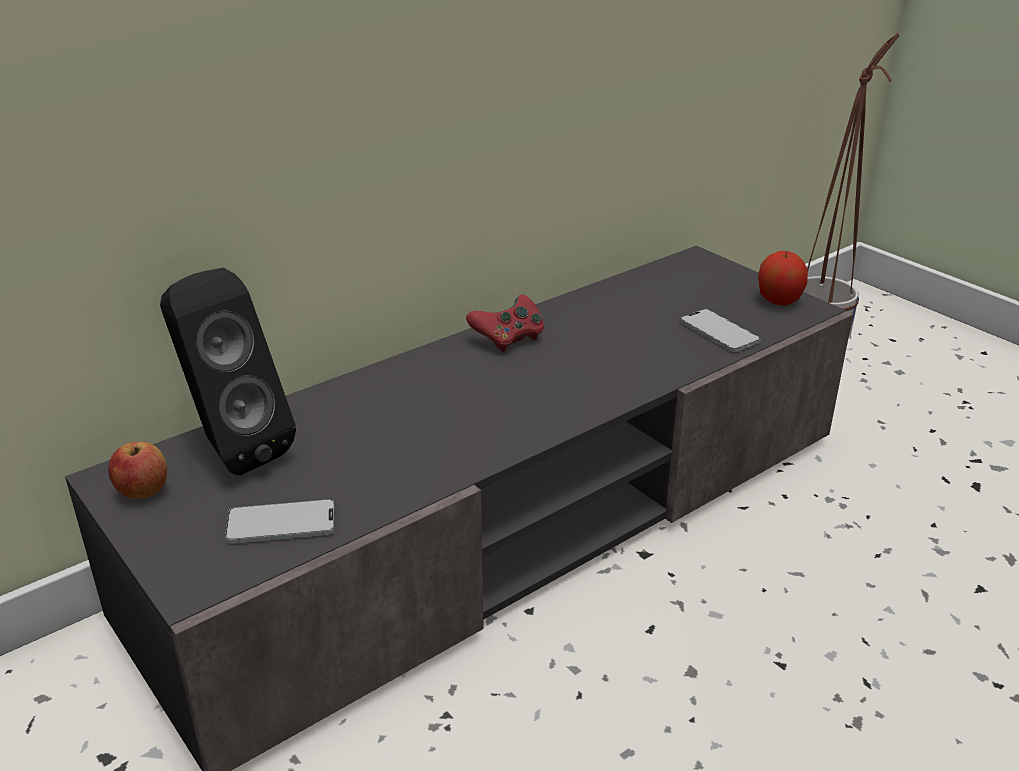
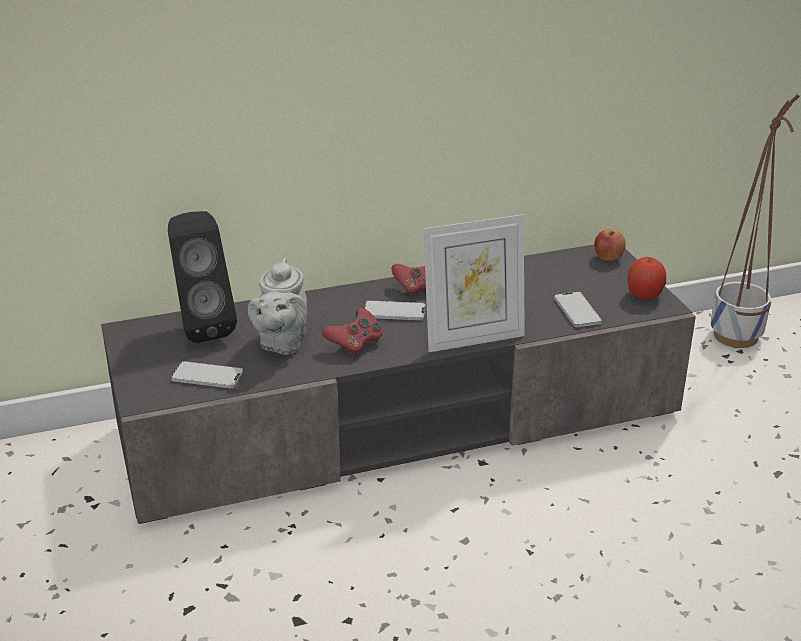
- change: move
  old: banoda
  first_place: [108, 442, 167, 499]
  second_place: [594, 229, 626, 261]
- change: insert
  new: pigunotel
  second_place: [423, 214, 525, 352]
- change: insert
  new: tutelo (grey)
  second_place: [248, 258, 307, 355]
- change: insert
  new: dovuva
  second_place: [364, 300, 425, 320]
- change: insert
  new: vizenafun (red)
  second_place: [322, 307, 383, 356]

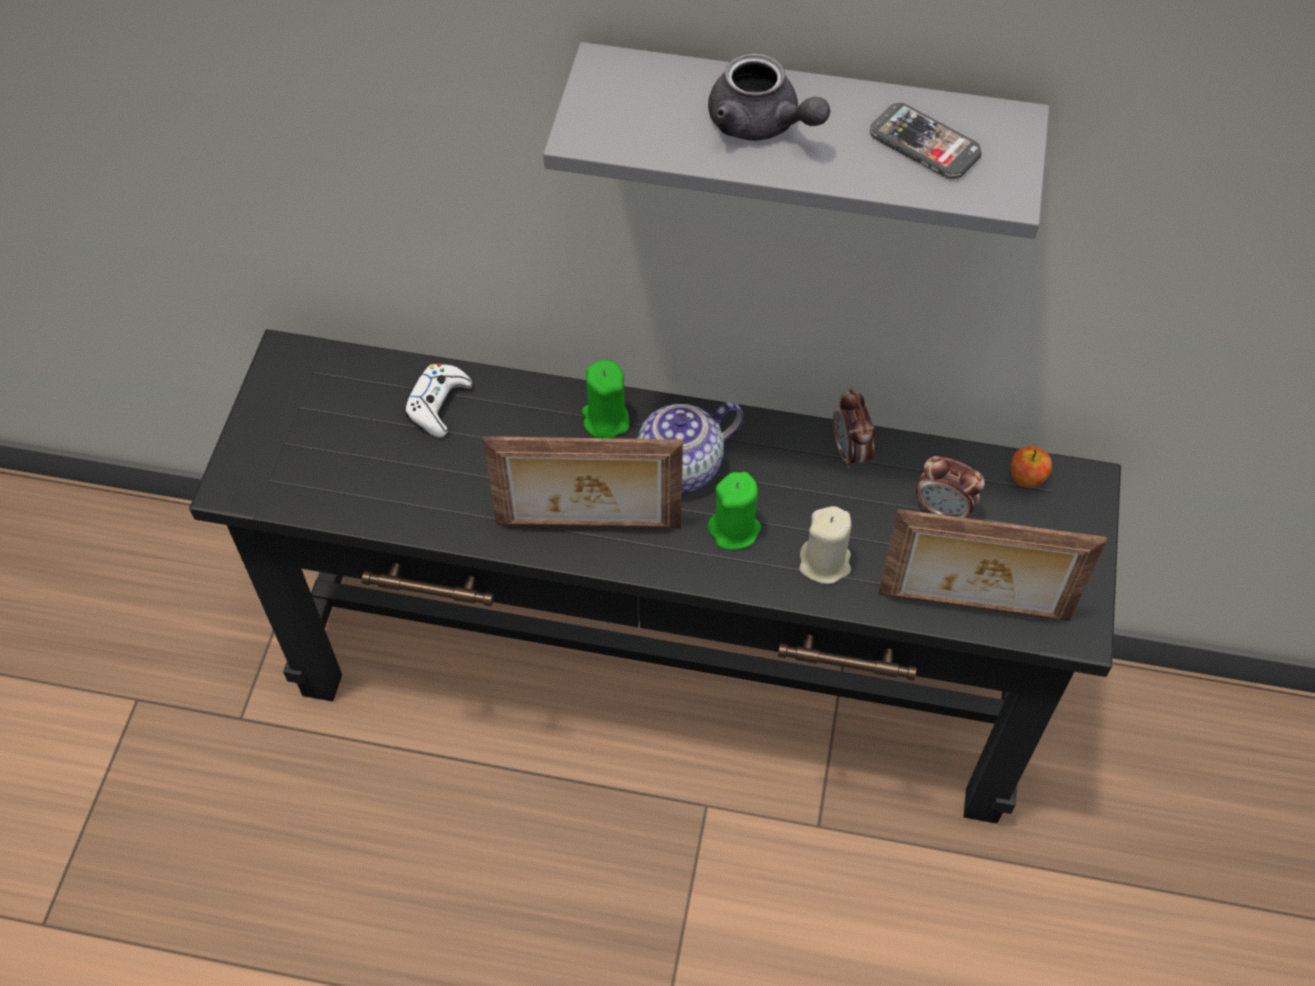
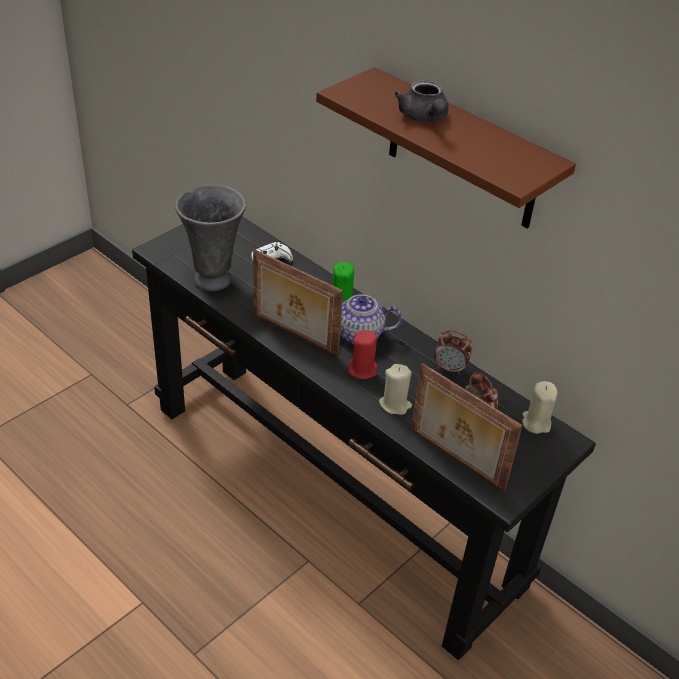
- change: recolor
  old: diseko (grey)
  new: diseko (brown)
  first_place: [543, 42, 1049, 239]
  second_place: [316, 67, 576, 229]
- change: delete
  old: dovuva
  first_place: [870, 103, 982, 179]
- change: rotate
  old: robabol
  first_place: [833, 389, 875, 468]
  second_place: [434, 330, 473, 375]
  degrees: -90
- change: replace
  old: banoda
  new: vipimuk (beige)
  first_place: [1011, 446, 1052, 488]
  second_place: [522, 381, 558, 434]
- change: recolor
  old: vipimuk (green)
  new: vipimuk (red)
  first_place: [708, 472, 761, 550]
  second_place: [348, 330, 378, 379]
- change: insert
  new: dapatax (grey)
  second_place: [175, 184, 246, 291]

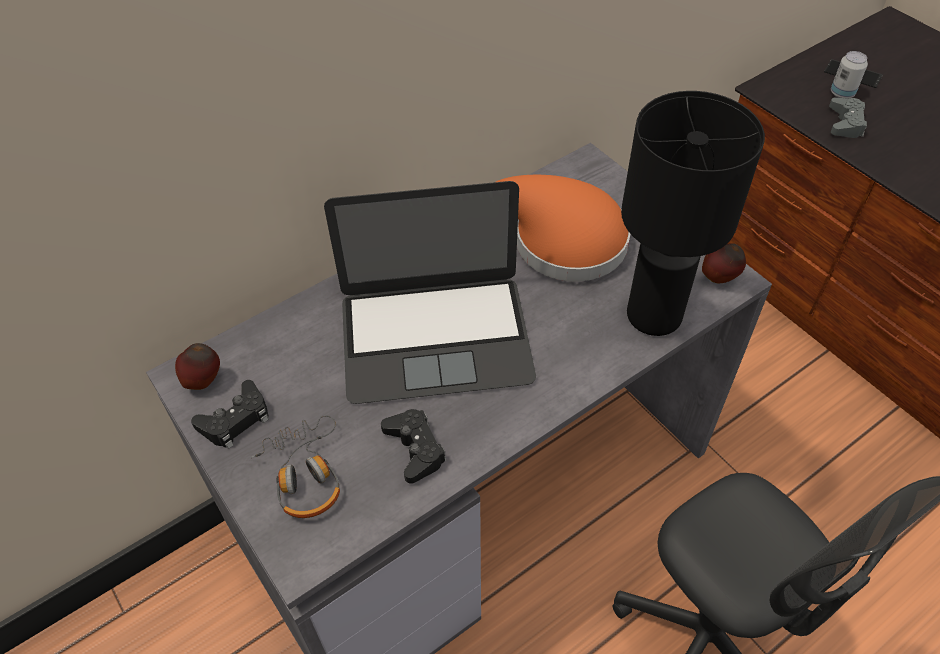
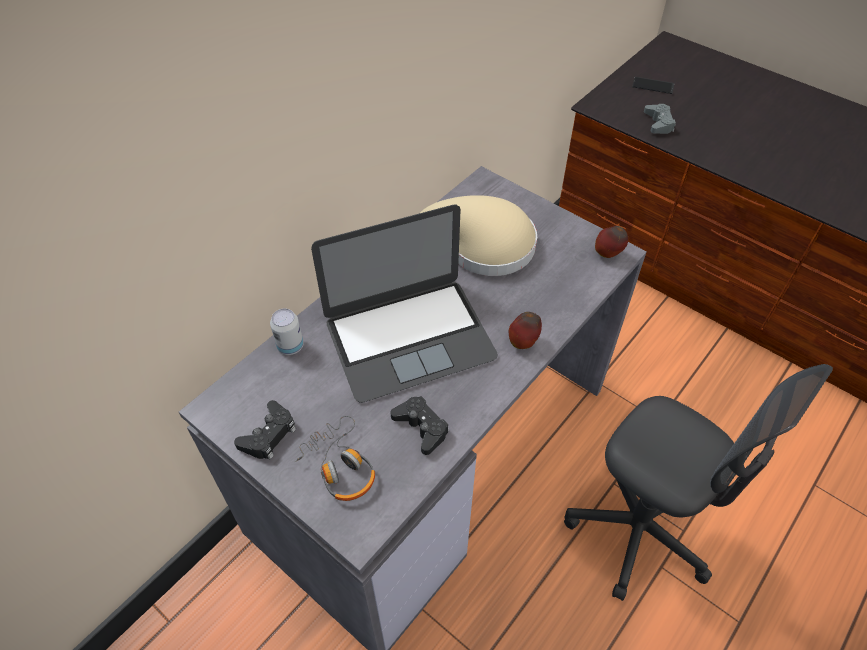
- change: move
  old: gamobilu
  first_place: [831, 51, 868, 99]
  second_place: [270, 309, 304, 355]
- change: delete
  old: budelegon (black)
  first_place: [621, 91, 765, 336]
- change: recolor
  old: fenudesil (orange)
  new: fenudesil (beige)
  first_place: [496, 175, 630, 282]
  second_place: [420, 195, 537, 276]
- change: move
  old: banoda
  first_place: [175, 343, 220, 390]
  second_place: [509, 312, 542, 349]

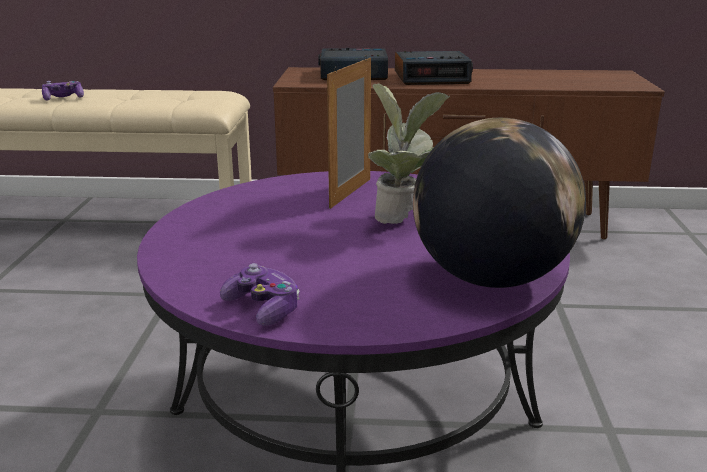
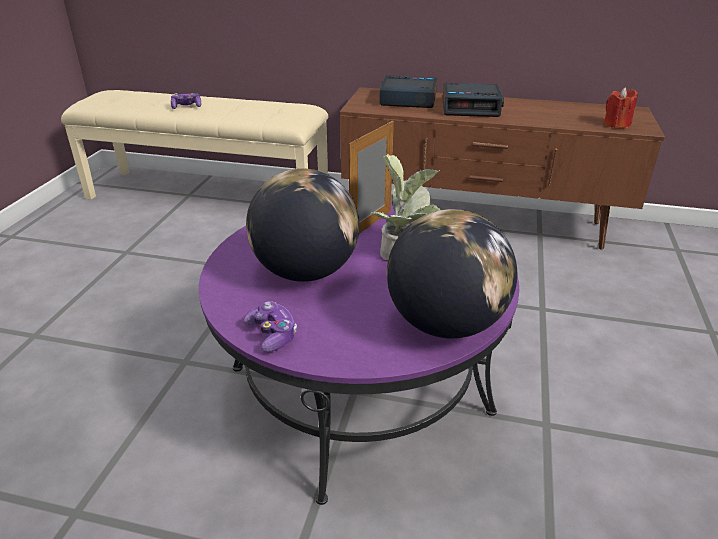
- change: insert
  new: vipimuk (red)
  second_place: [604, 87, 638, 128]
- change: insert
  new: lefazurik
  second_place: [246, 168, 359, 282]

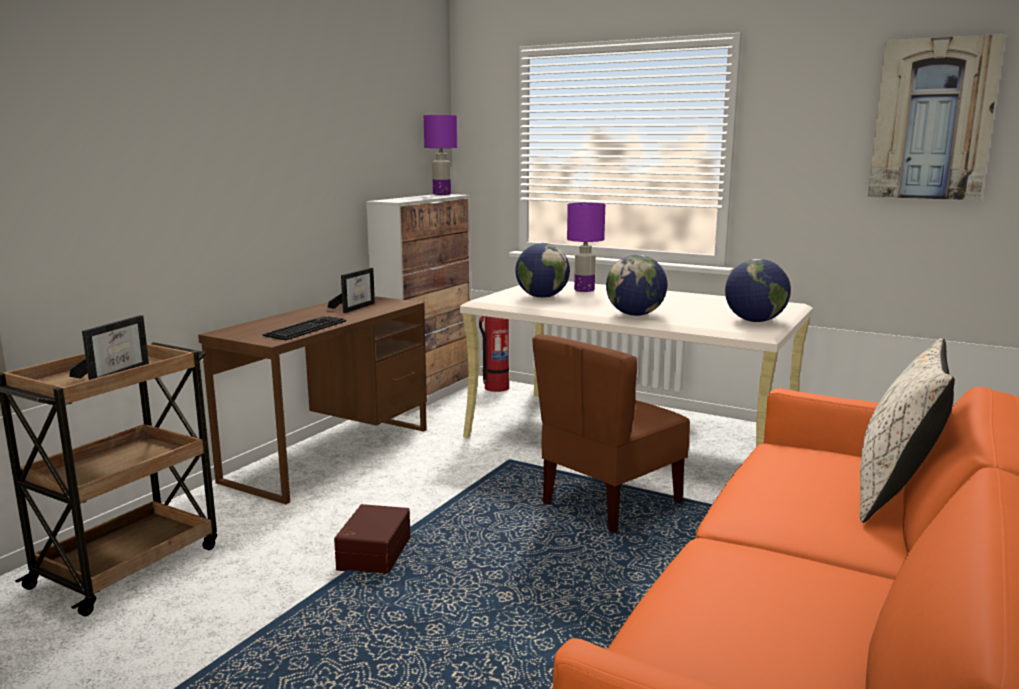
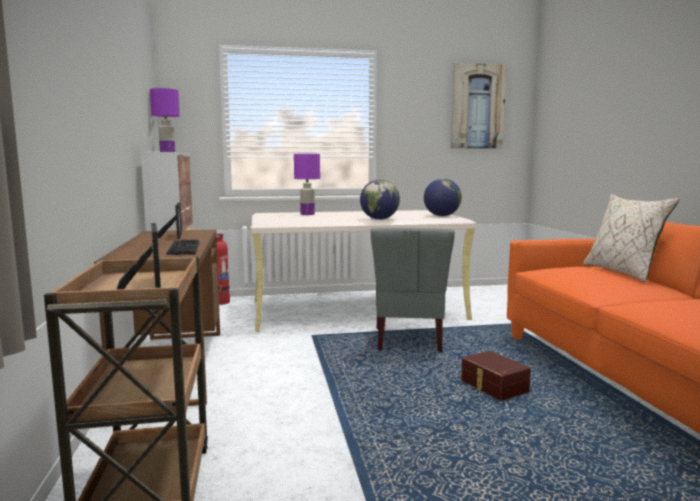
- change: delete
  old: lefazurik
  first_place: [515, 243, 570, 298]
- change: recolor
  old: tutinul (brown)
  new: tutinul (grey)
  first_place: [532, 334, 690, 533]
  second_place: [371, 228, 455, 352]
- change: move
  old: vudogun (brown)
  first_place: [334, 504, 410, 574]
  second_place: [461, 351, 531, 401]

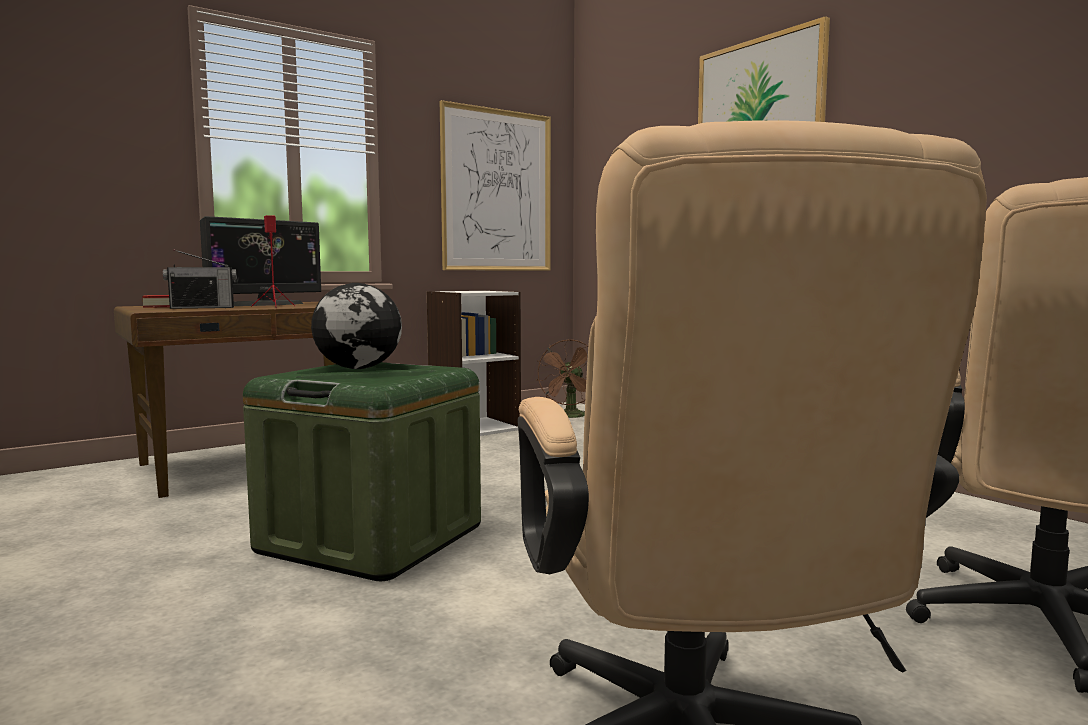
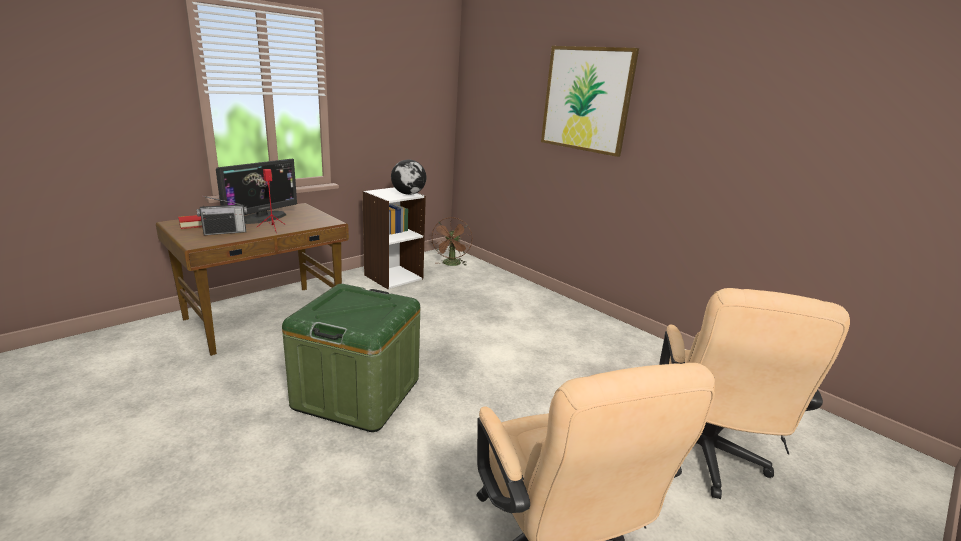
- change: delete
  old: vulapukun
  first_place: [440, 100, 551, 270]
- change: move
  old: lefazurik
  first_place: [311, 283, 402, 369]
  second_place: [391, 160, 427, 195]

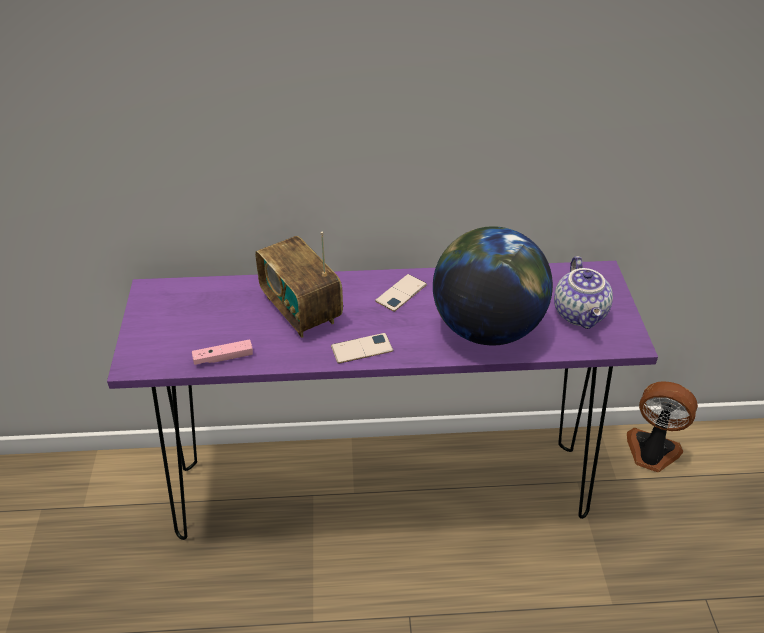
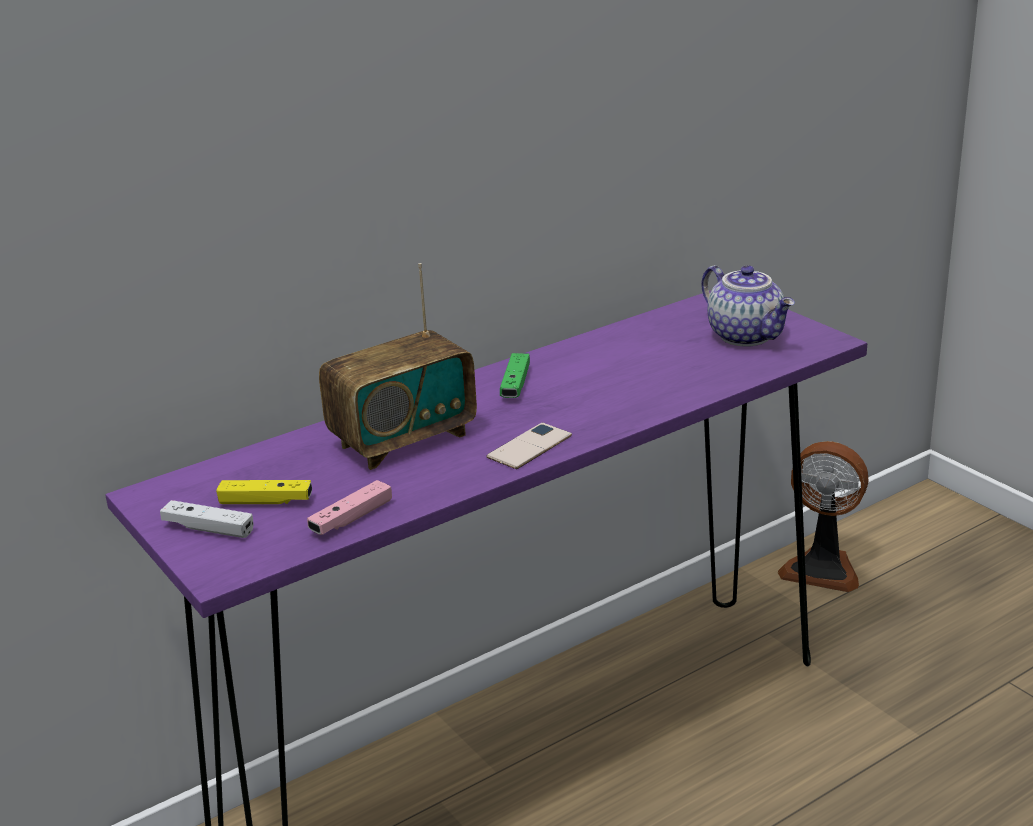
- change: delete
  old: lefazurik
  first_place: [433, 226, 553, 345]
- change: rotate
  old: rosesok
  first_place: [255, 232, 343, 338]
  second_place: [319, 263, 477, 470]
  degrees: -60
- change: replace
  old: dovuva
  new: vizenafun (green)
  first_place: [375, 274, 427, 312]
  second_place: [500, 353, 530, 398]
- change: rotate
  old: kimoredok
  first_place: [627, 381, 698, 472]
  second_place: [778, 441, 868, 592]
  degrees: -150
- change: insert
  new: vizenafun (yellow)
  second_place: [216, 480, 312, 504]
- change: insert
  new: vizenafun (white)
  second_place: [160, 500, 254, 538]

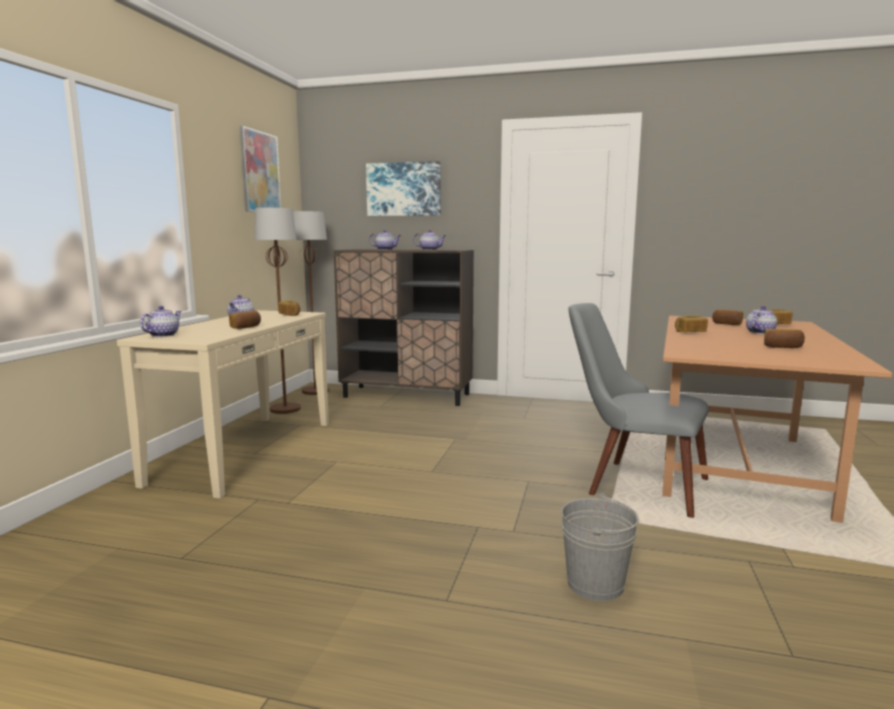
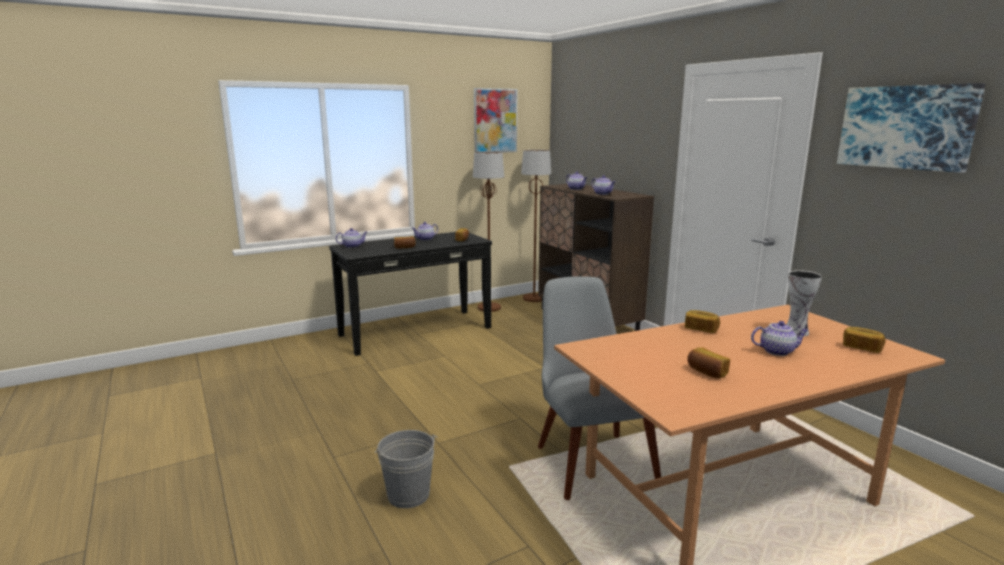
- change: move
  old: vulapukun
  first_place: [366, 161, 441, 216]
  second_place: [837, 83, 986, 173]
- change: replace
  old: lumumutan
  new: dapatax
  first_place: [712, 309, 743, 325]
  second_place: [786, 270, 822, 336]
- change: recolor
  old: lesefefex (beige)
  new: lesefefex (black)
  first_place: [117, 310, 329, 499]
  second_place: [329, 232, 492, 356]

